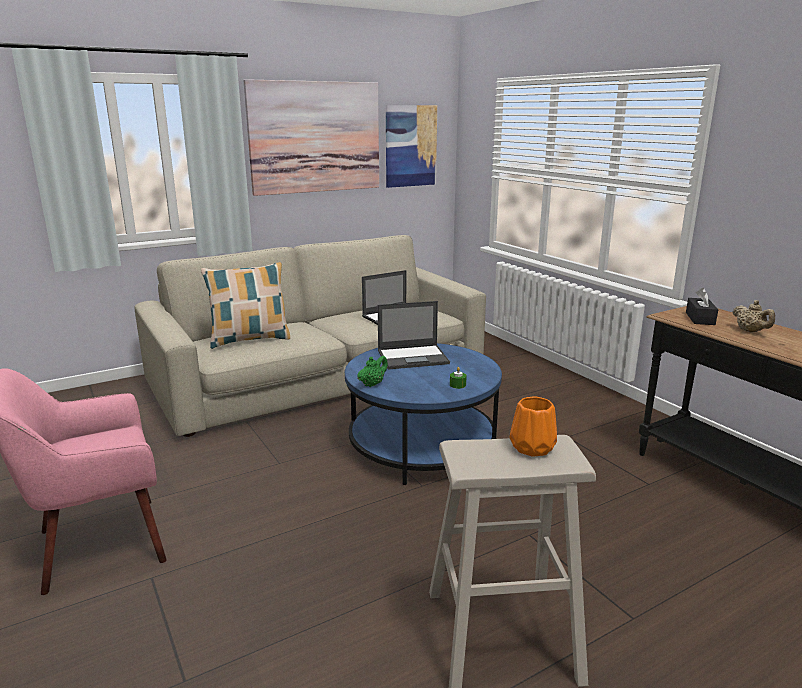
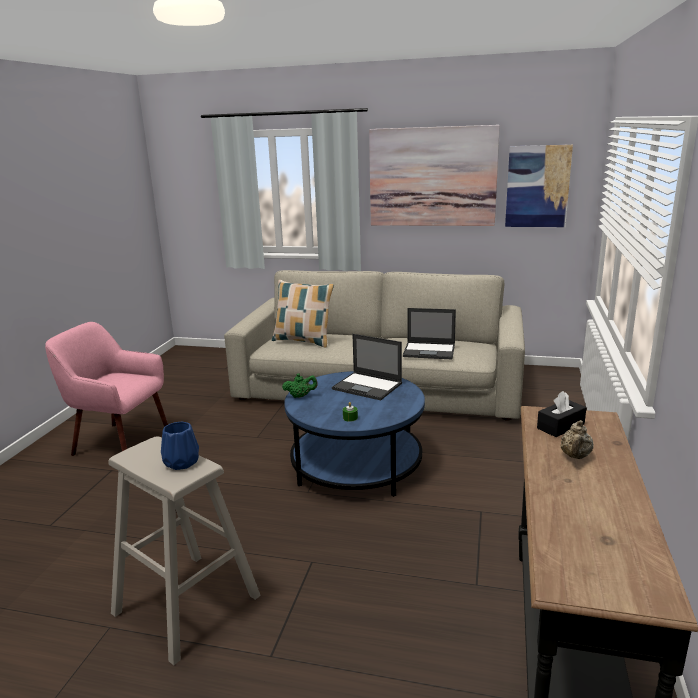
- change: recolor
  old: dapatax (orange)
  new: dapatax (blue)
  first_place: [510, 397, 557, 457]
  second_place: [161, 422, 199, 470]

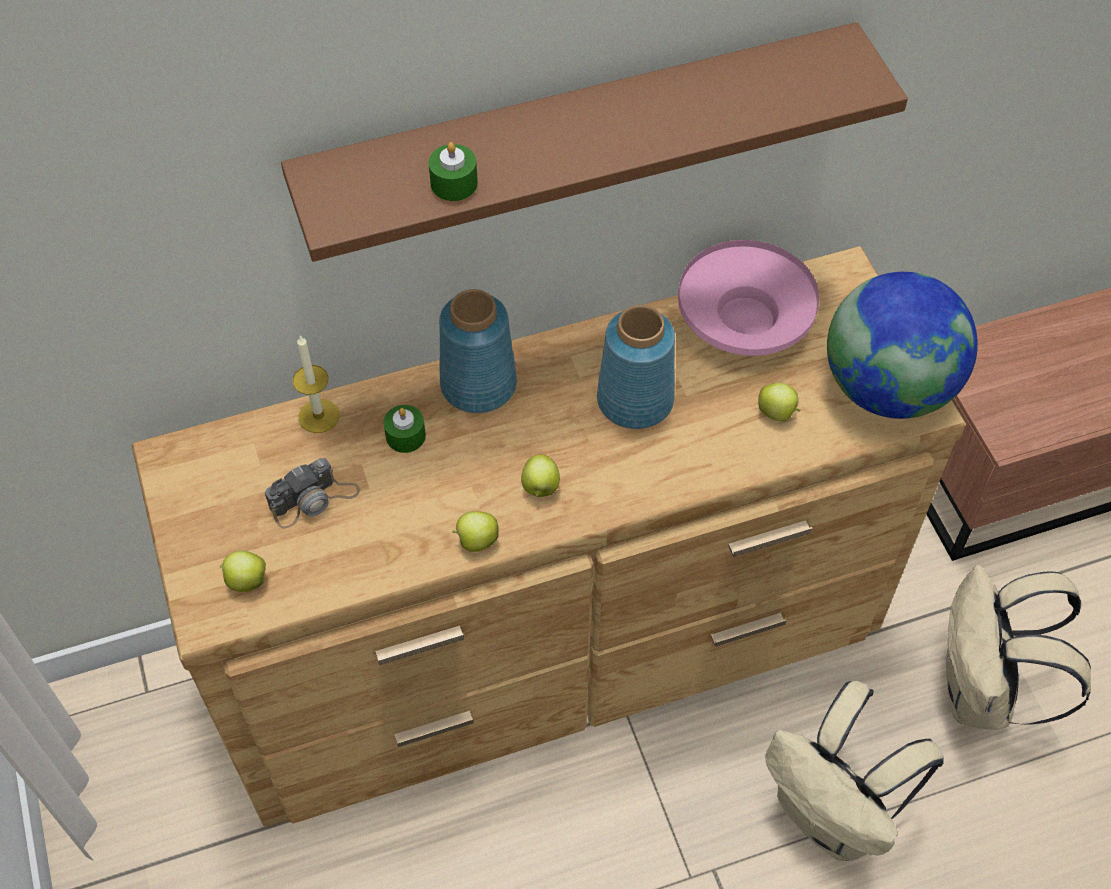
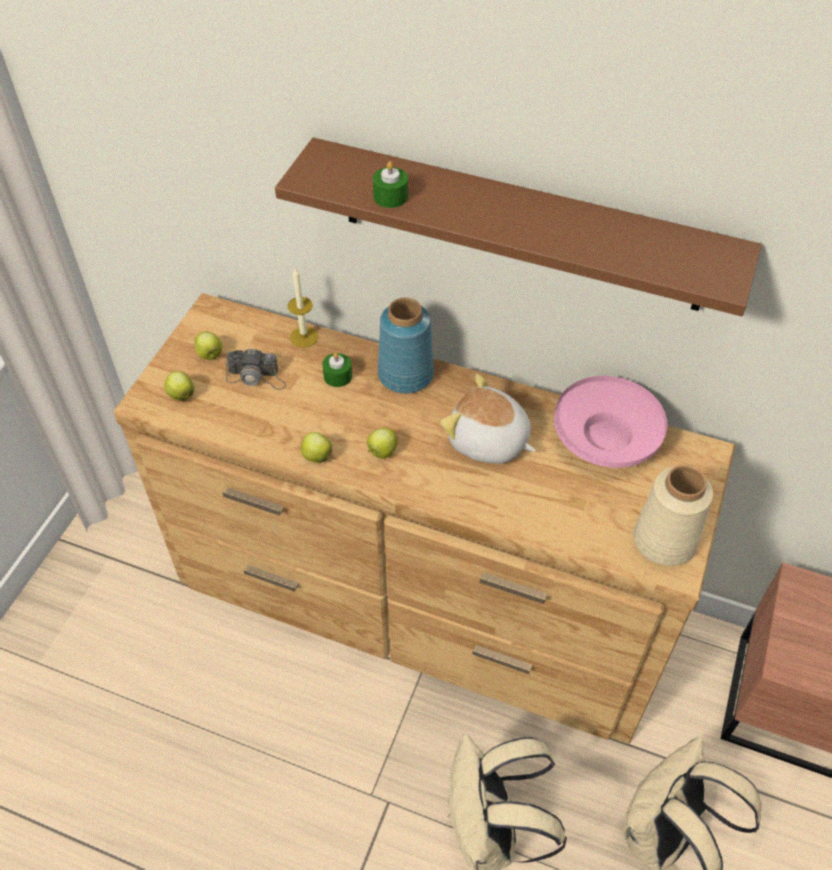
- change: replace
  old: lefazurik
  new: dapatax (beige)
  first_place: [827, 272, 978, 419]
  second_place: [633, 465, 713, 566]
- change: replace
  old: dapatax (blue)
  new: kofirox
  first_place: [597, 305, 675, 429]
  second_place: [440, 374, 536, 464]
- change: move
  old: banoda
  first_place: [758, 383, 801, 421]
  second_place: [195, 331, 222, 360]

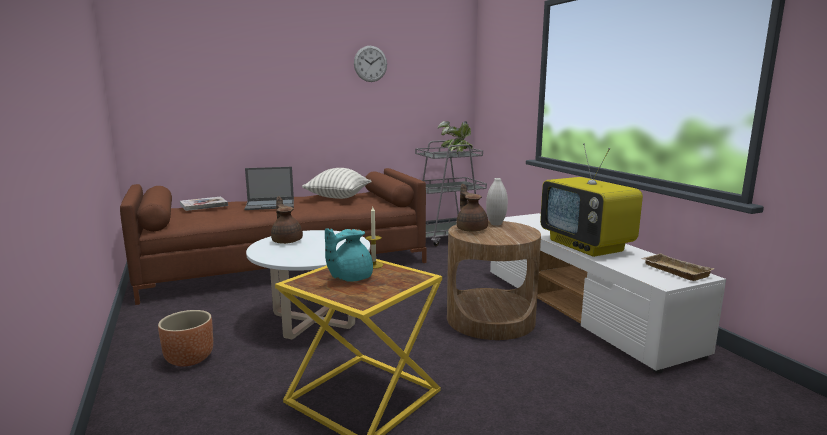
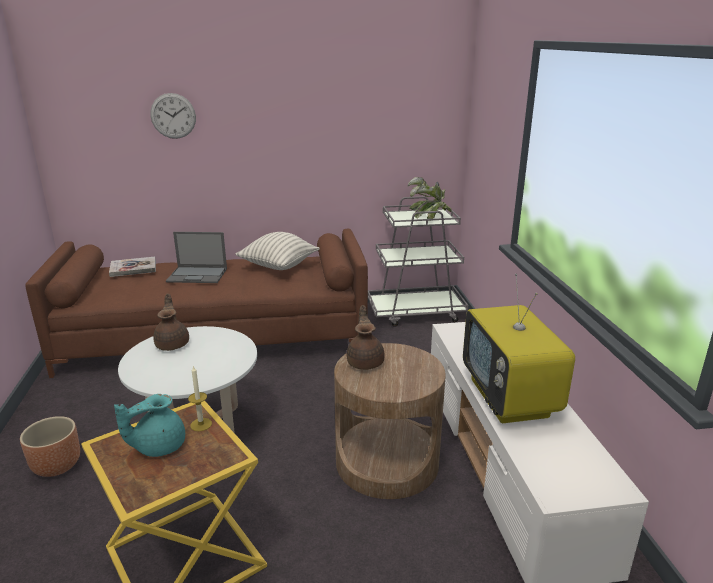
- change: move
  old: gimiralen
  first_place: [354, 46, 387, 82]
  second_place: [150, 93, 196, 139]
- change: delete
  old: dapatax (white)
  first_place: [486, 178, 508, 226]
- change: delete
  old: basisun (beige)
  first_place: [641, 253, 715, 281]

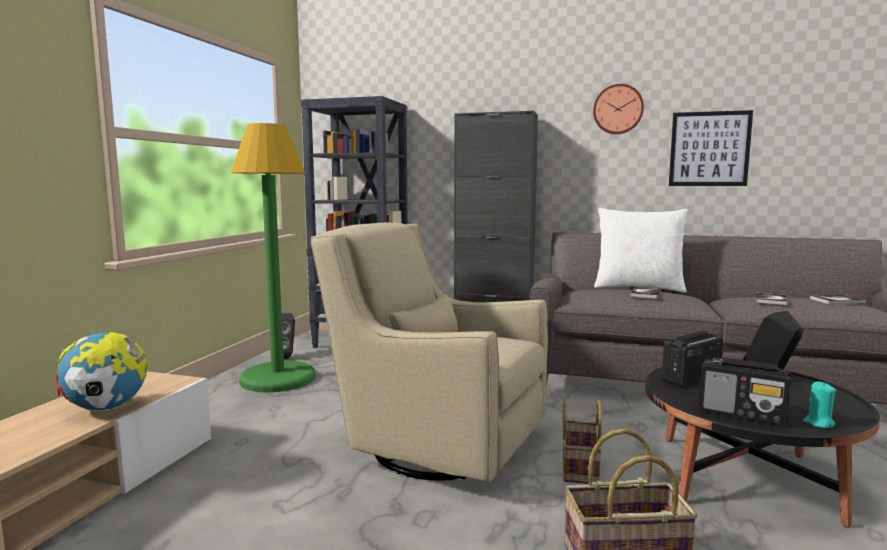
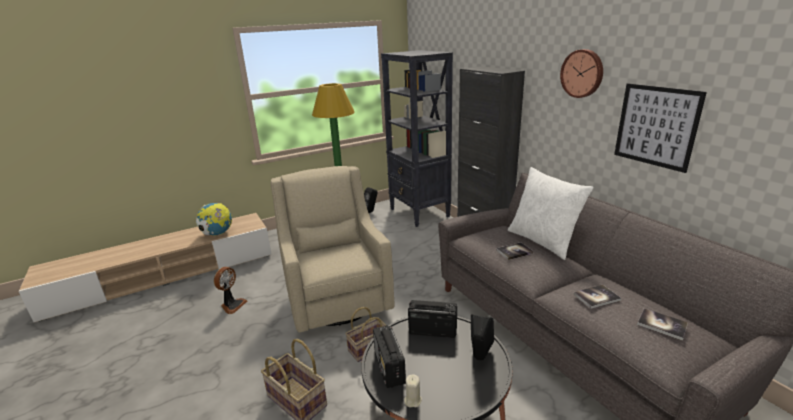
- change: recolor
  old: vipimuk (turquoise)
  new: vipimuk (beige)
  first_place: [803, 382, 836, 428]
  second_place: [404, 374, 422, 407]
- change: insert
  new: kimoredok
  second_place: [214, 267, 247, 314]

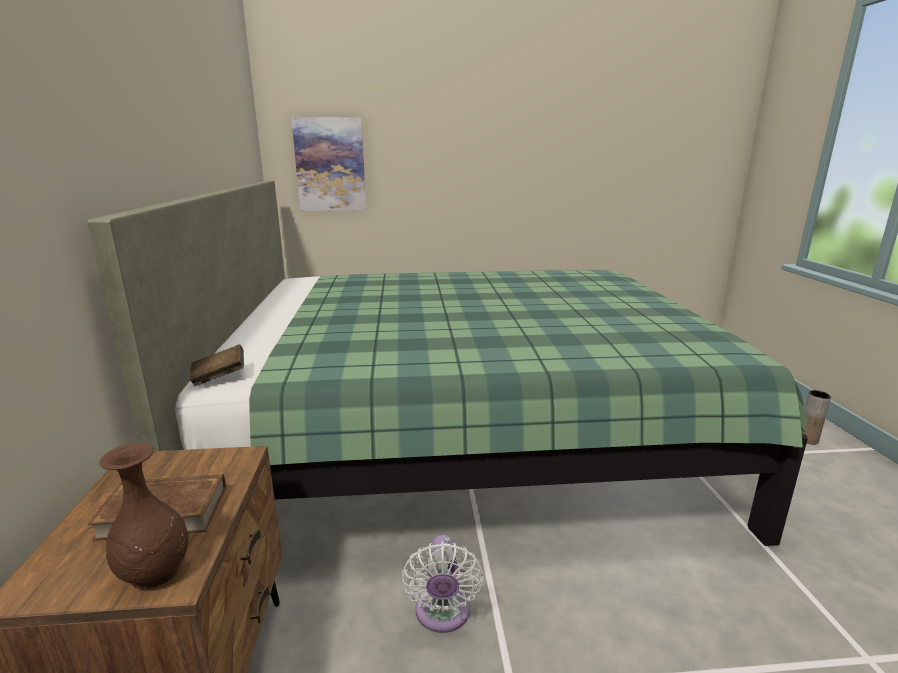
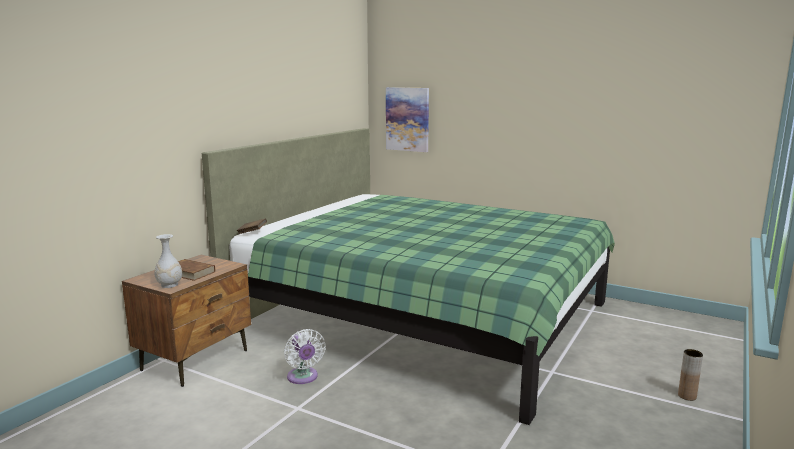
- change: recolor
  old: dapatax (brown)
  new: dapatax (white)
  first_place: [99, 443, 188, 589]
  second_place: [154, 234, 182, 288]
- change: rotate
  old: kimoredok (white)
  first_place: [402, 535, 483, 633]
  second_place: [284, 329, 326, 384]
  degrees: -60

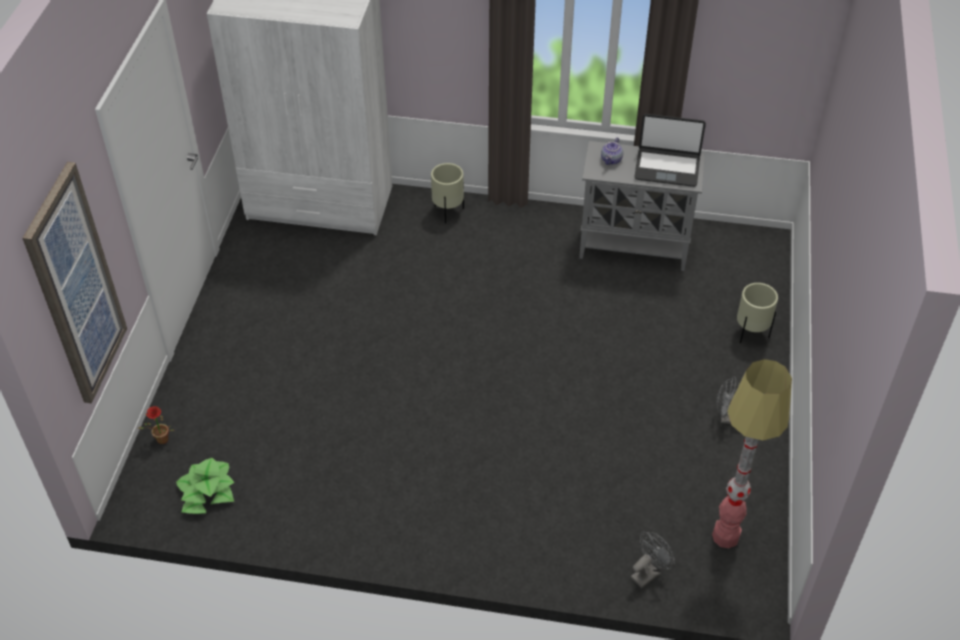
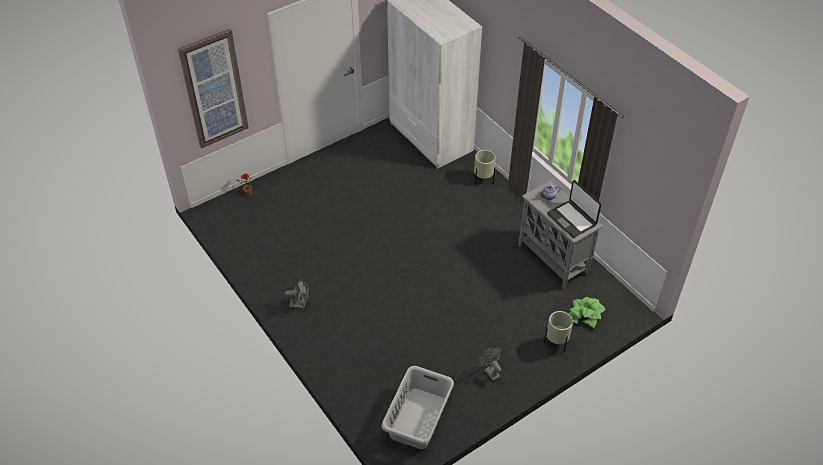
- change: replace
  old: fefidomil
  new: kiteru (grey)
  first_place: [712, 359, 792, 548]
  second_place: [382, 366, 454, 449]
- change: move
  old: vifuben
  first_place: [176, 458, 235, 514]
  second_place: [568, 297, 605, 328]
- change: move
  old: kimoredok (grey)
  first_place: [631, 532, 674, 588]
  second_place: [285, 279, 309, 309]

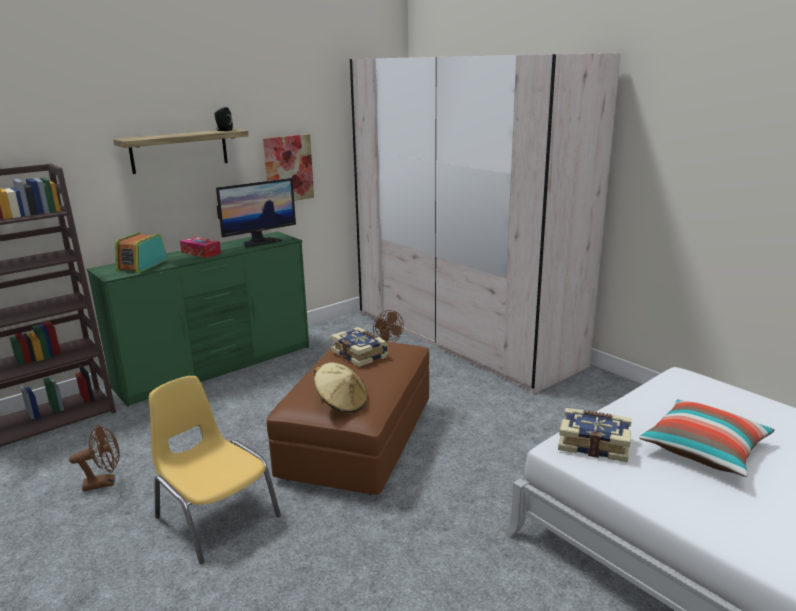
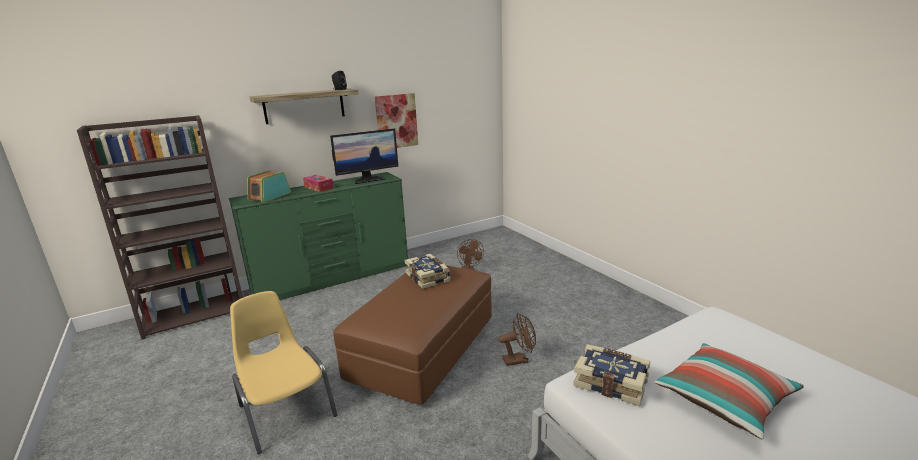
- change: delete
  old: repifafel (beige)
  first_place: [350, 53, 621, 394]
- change: delete
  old: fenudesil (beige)
  first_place: [314, 362, 367, 413]
- change: move
  old: kimoredok (brown)
  first_place: [69, 425, 120, 491]
  second_place: [499, 313, 536, 366]

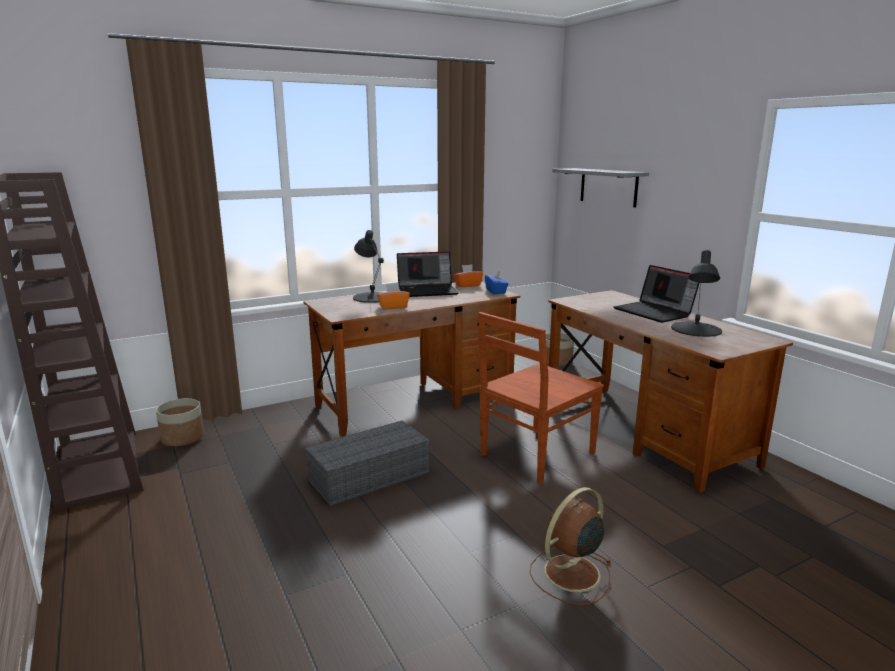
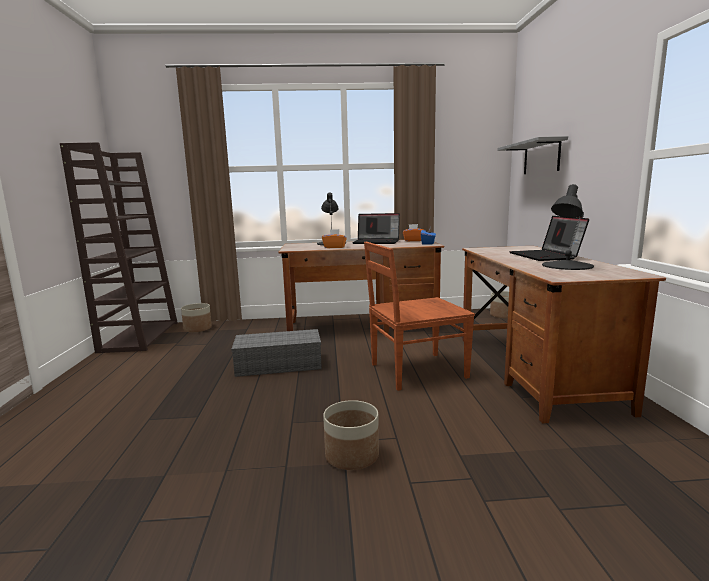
- change: replace
  old: kimoredok (brown)
  new: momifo
  first_place: [530, 487, 611, 605]
  second_place: [323, 400, 379, 470]

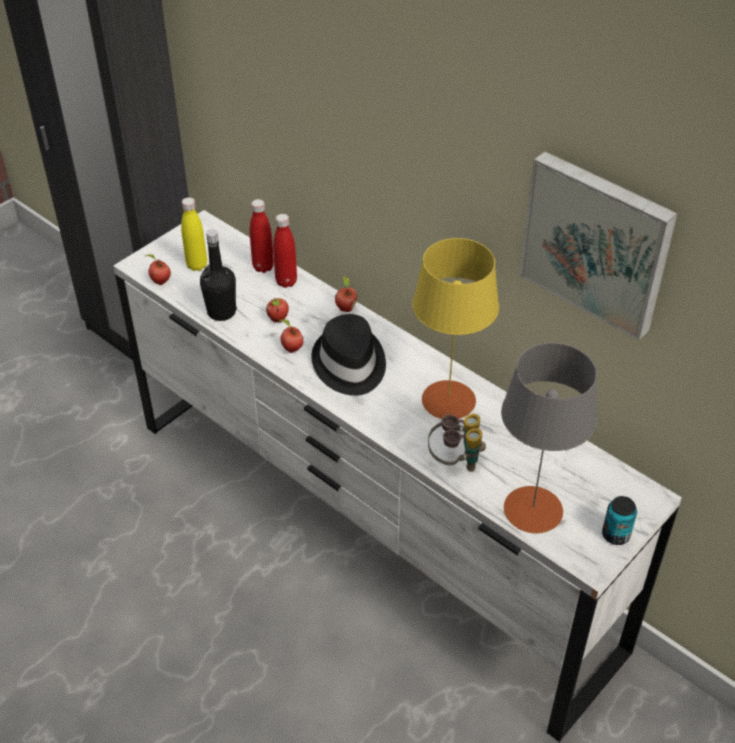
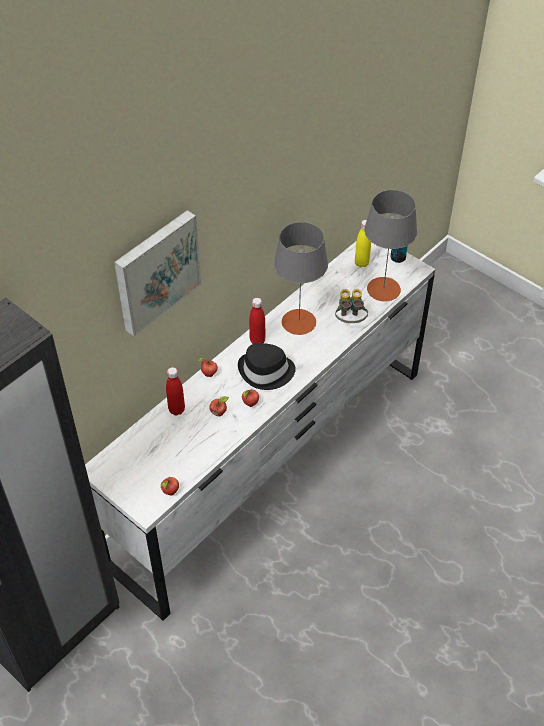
- change: move
  old: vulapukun
  first_place: [519, 151, 678, 340]
  second_place: [114, 210, 201, 336]
- change: move
  old: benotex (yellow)
  first_place: [181, 197, 207, 271]
  second_place: [355, 220, 371, 268]
- change: move
  old: benotex (red)
  first_place: [250, 199, 274, 273]
  second_place: [249, 298, 265, 344]
- change: delete
  old: benotex (black)
  first_place: [200, 229, 237, 321]
- change: recolor
  old: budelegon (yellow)
  new: budelegon (grey)
  first_place: [412, 238, 499, 419]
  second_place: [274, 222, 328, 335]

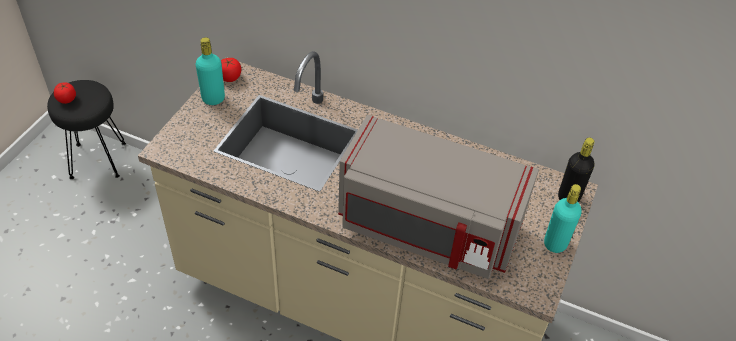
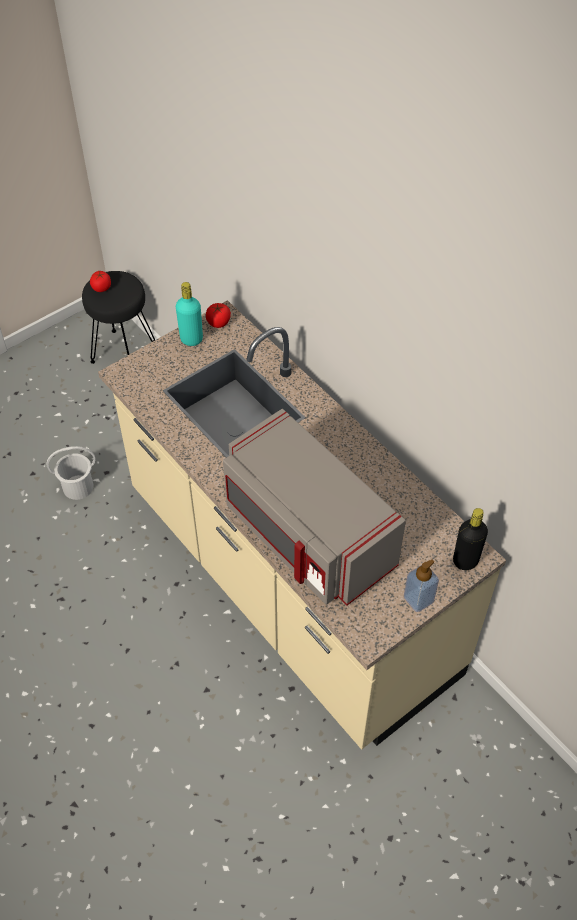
- change: replace
  old: benotex (turquoise)
  new: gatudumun
  first_place: [544, 184, 581, 253]
  second_place: [404, 560, 439, 612]
- change: insert
  new: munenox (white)
  second_place: [46, 446, 95, 500]

